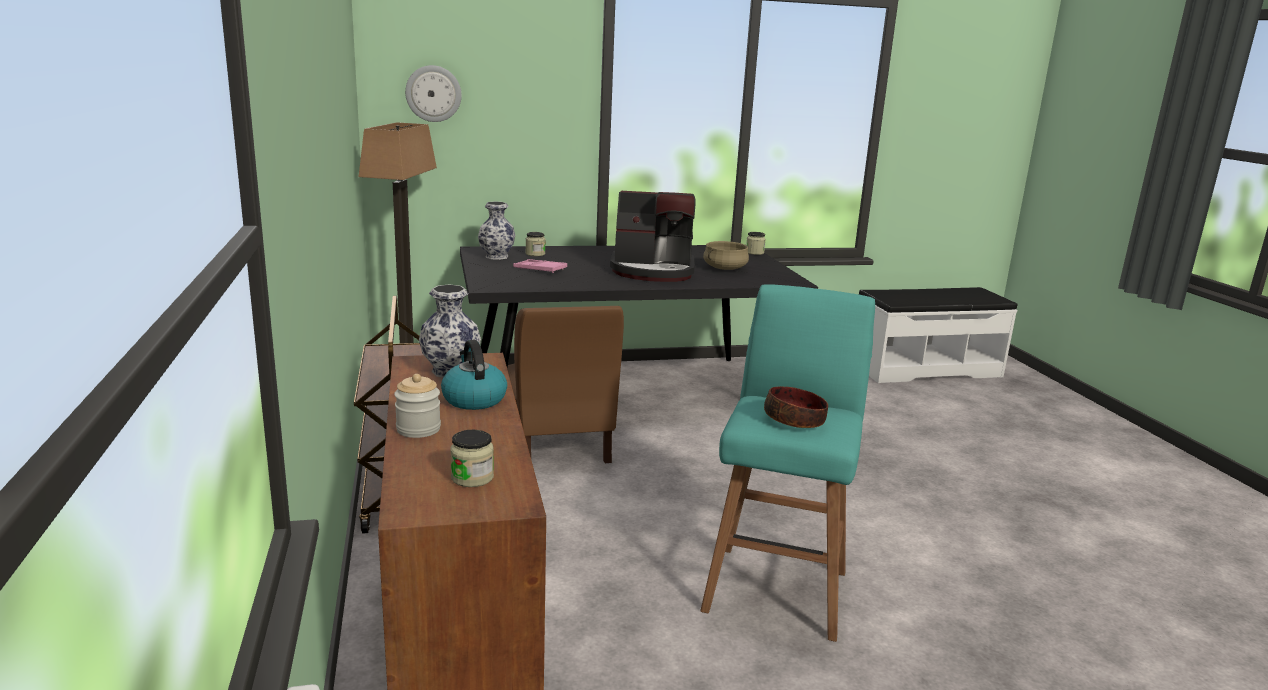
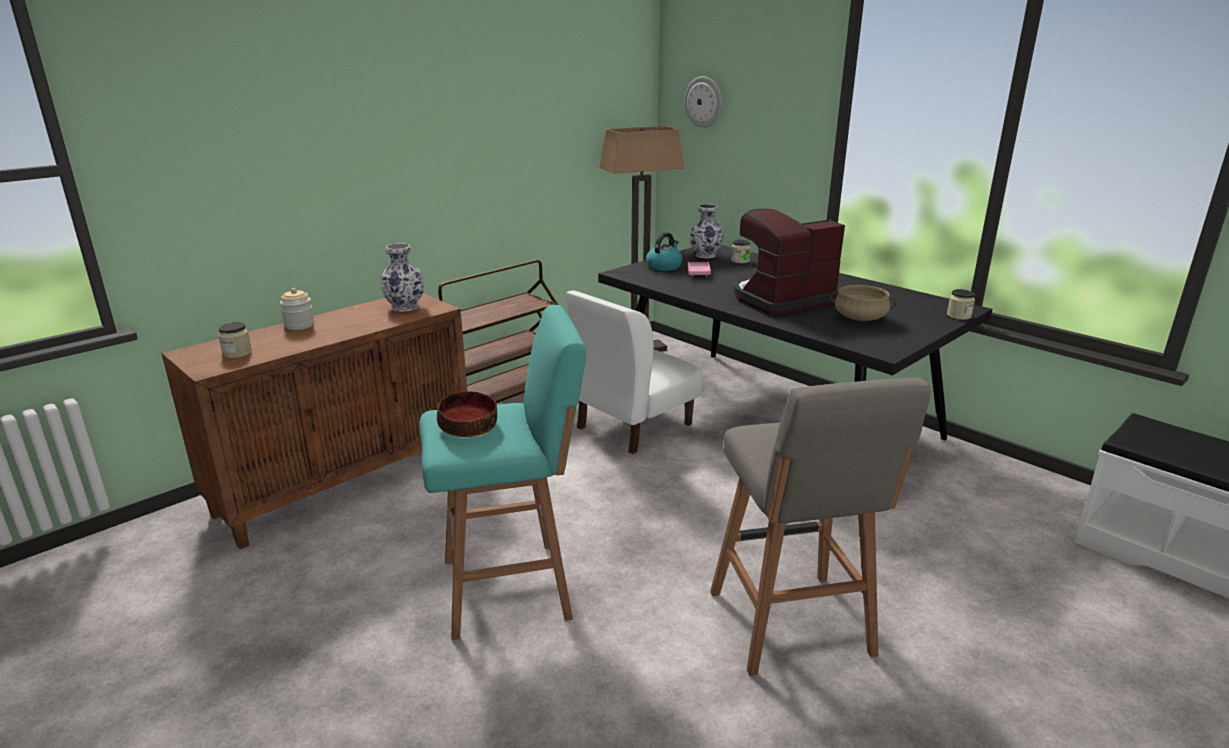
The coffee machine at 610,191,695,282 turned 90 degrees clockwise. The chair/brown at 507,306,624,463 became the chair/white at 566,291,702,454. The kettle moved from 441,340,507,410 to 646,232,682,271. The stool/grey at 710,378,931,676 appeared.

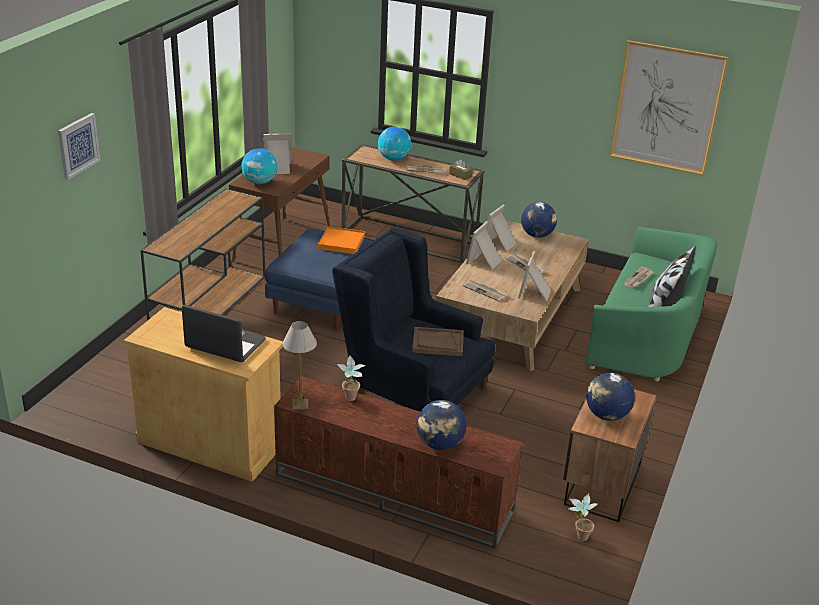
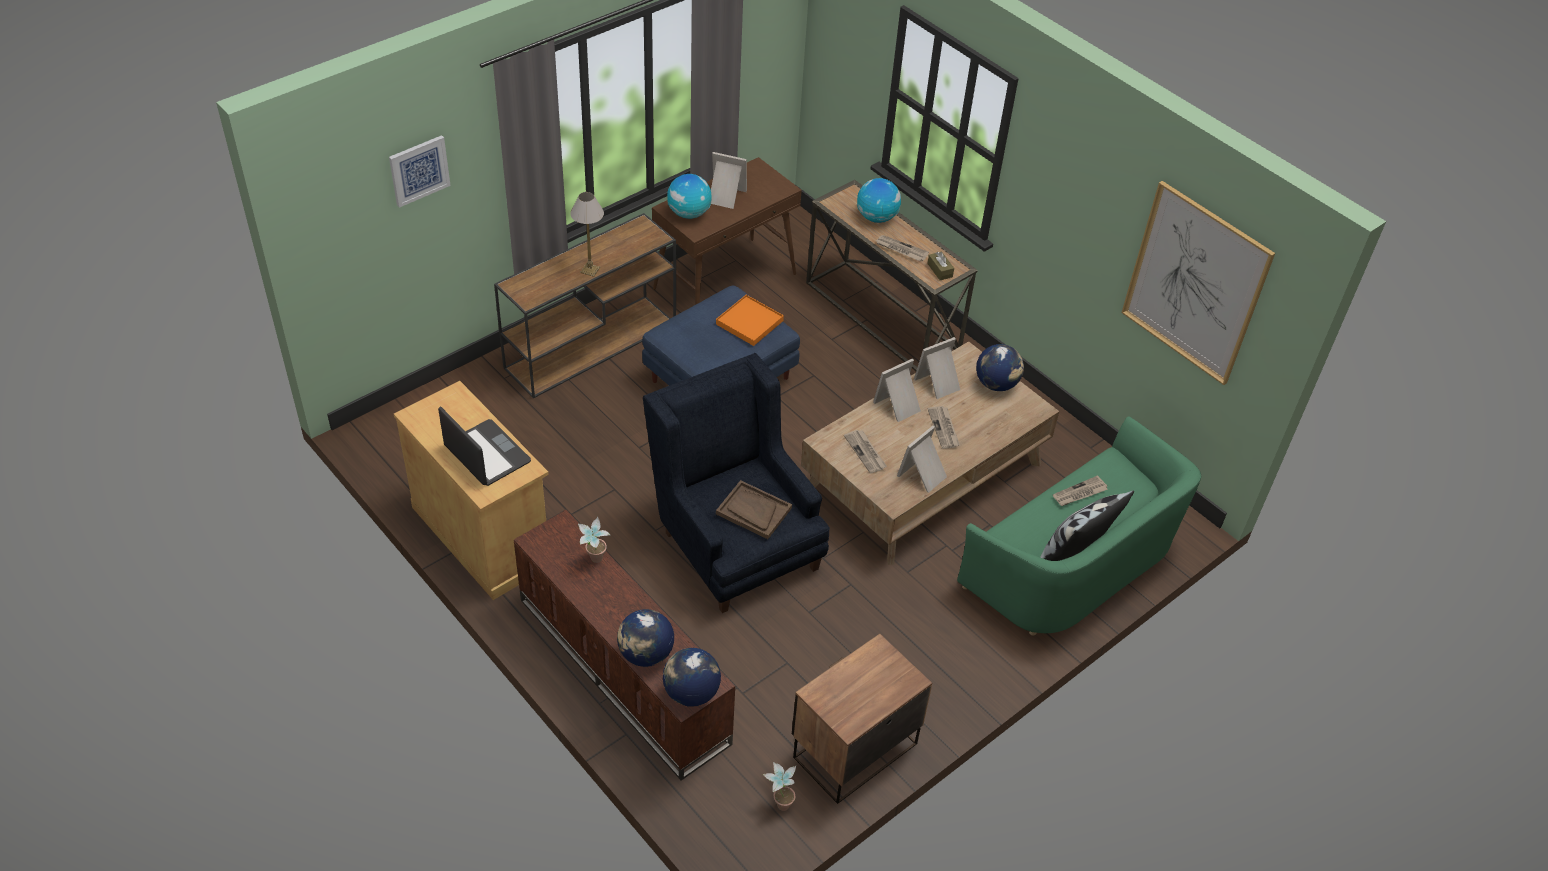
The table lamp moved from 282,321,317,410 to 570,192,604,277. The globe moved from 586,373,635,421 to 663,648,721,707.

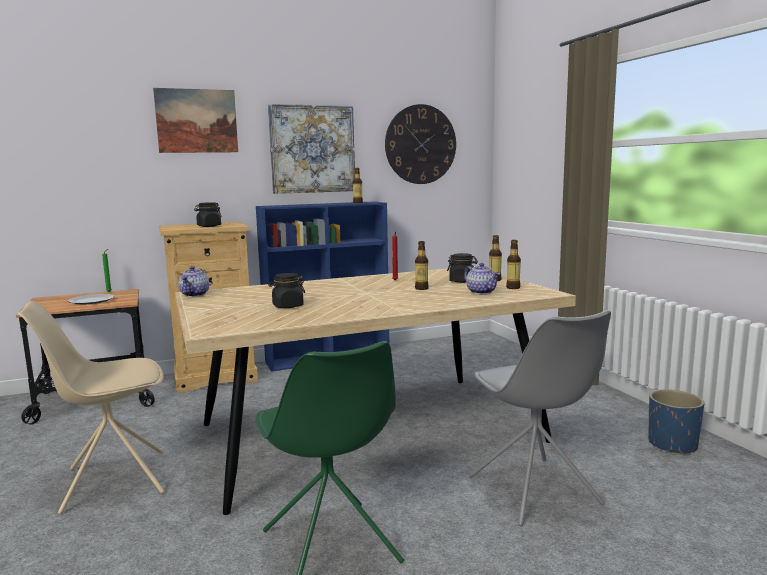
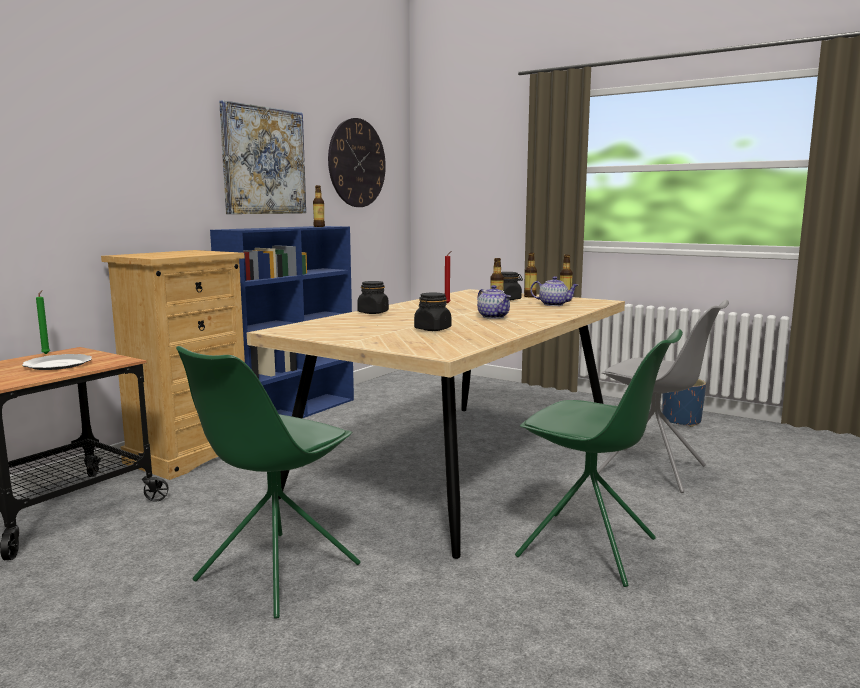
The picture at 153,88,238,153 disappeared. The jar/black moved from 194,202,221,227 to 357,281,389,314. The teapot moved from 178,266,209,297 to 477,285,511,319. The chair/beige at 17,301,165,514 became the chair/green at 176,346,360,619.

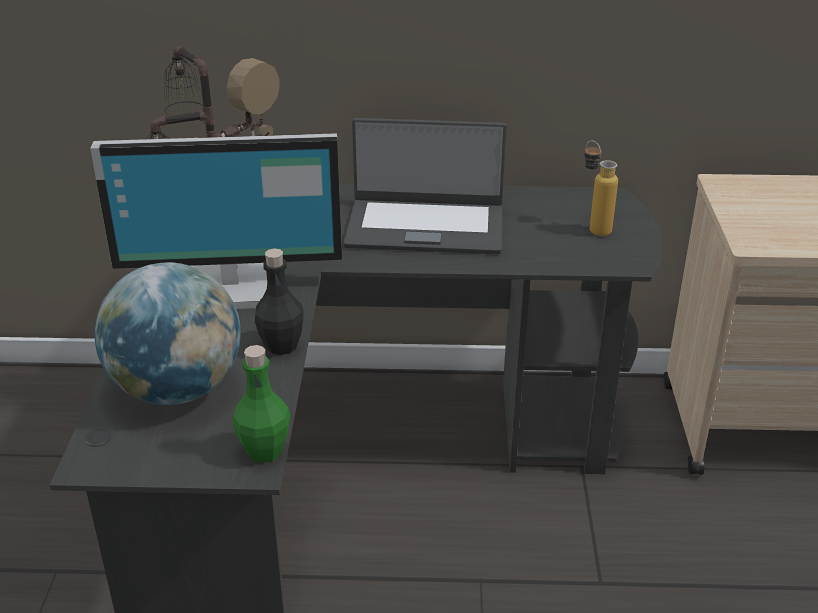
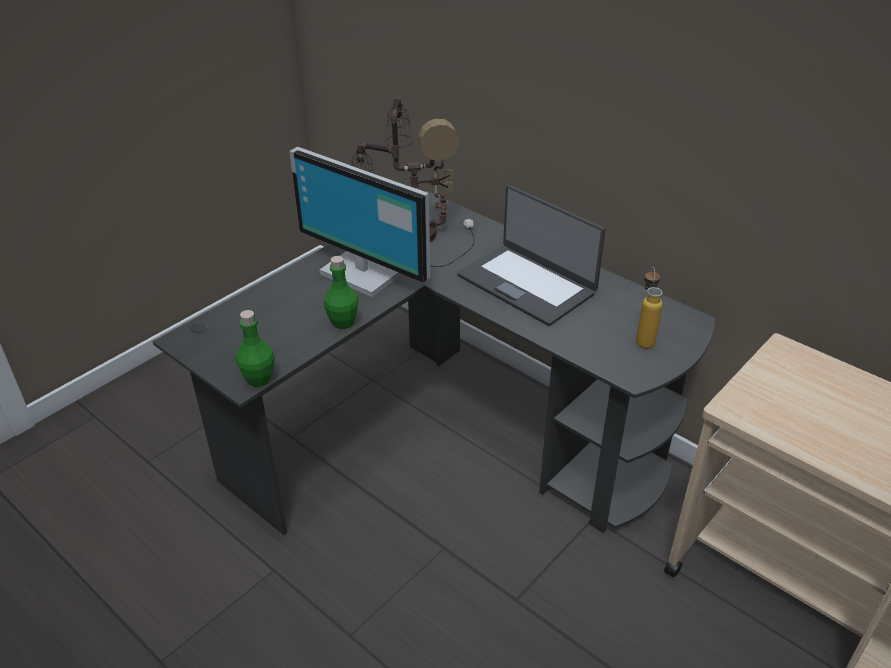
The bottle/black at 255,249,304,355 became the bottle/green at 324,256,359,329. The globe at 94,262,241,405 disappeared.

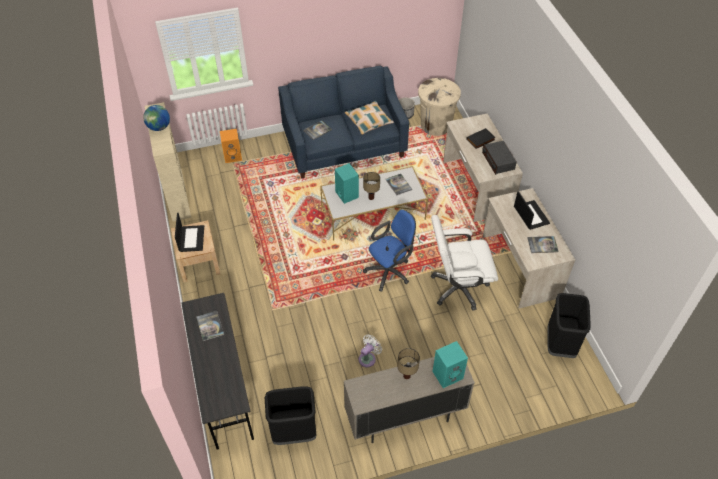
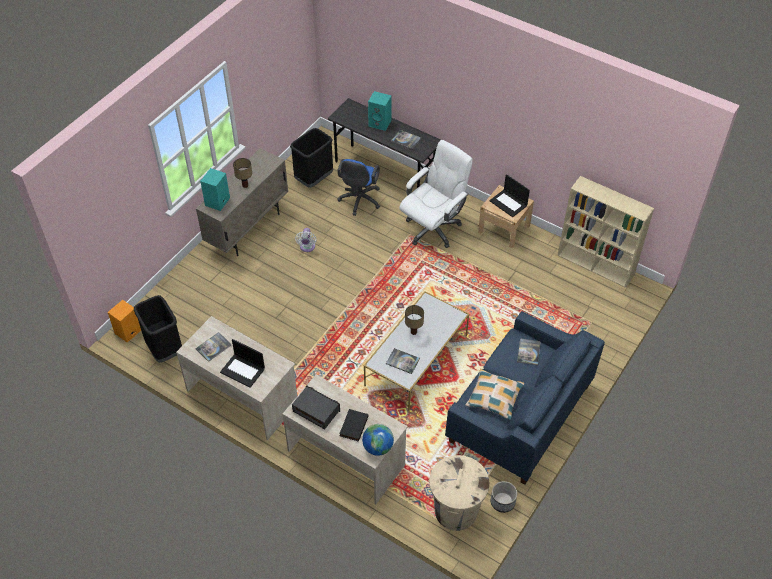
The globe moved from 143,105,170,131 to 362,424,394,456. The speaker/orange moved from 220,129,242,163 to 108,300,141,343. The speaker/turquoise moved from 335,163,359,204 to 368,91,392,131. The office chair/blue moved from 363,209,416,292 to 338,159,380,216. The office chair/white moved from 431,215,498,311 to 399,140,473,248.

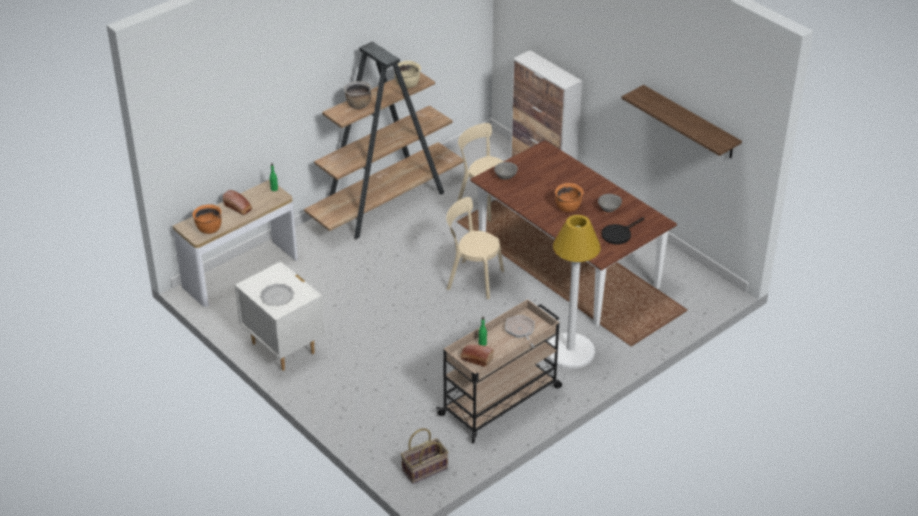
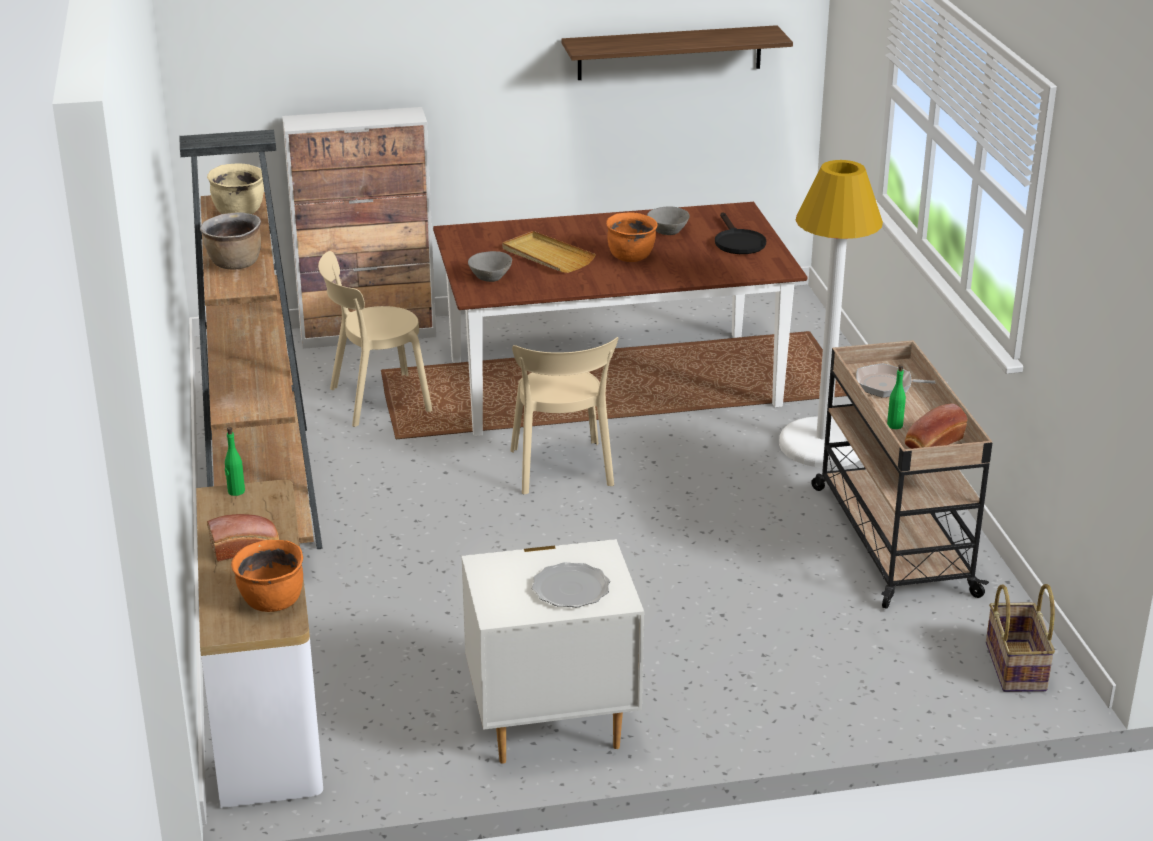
The chair/beige at 446,197,504,299 turned 60 degrees counterclockwise. The tray/beige at 502,231,596,273 appeared.

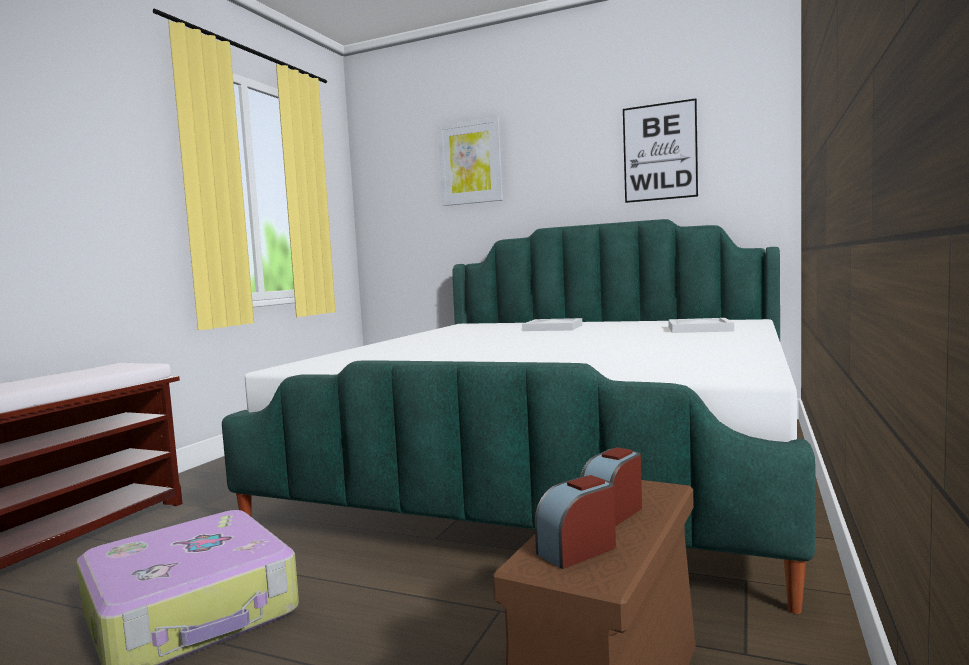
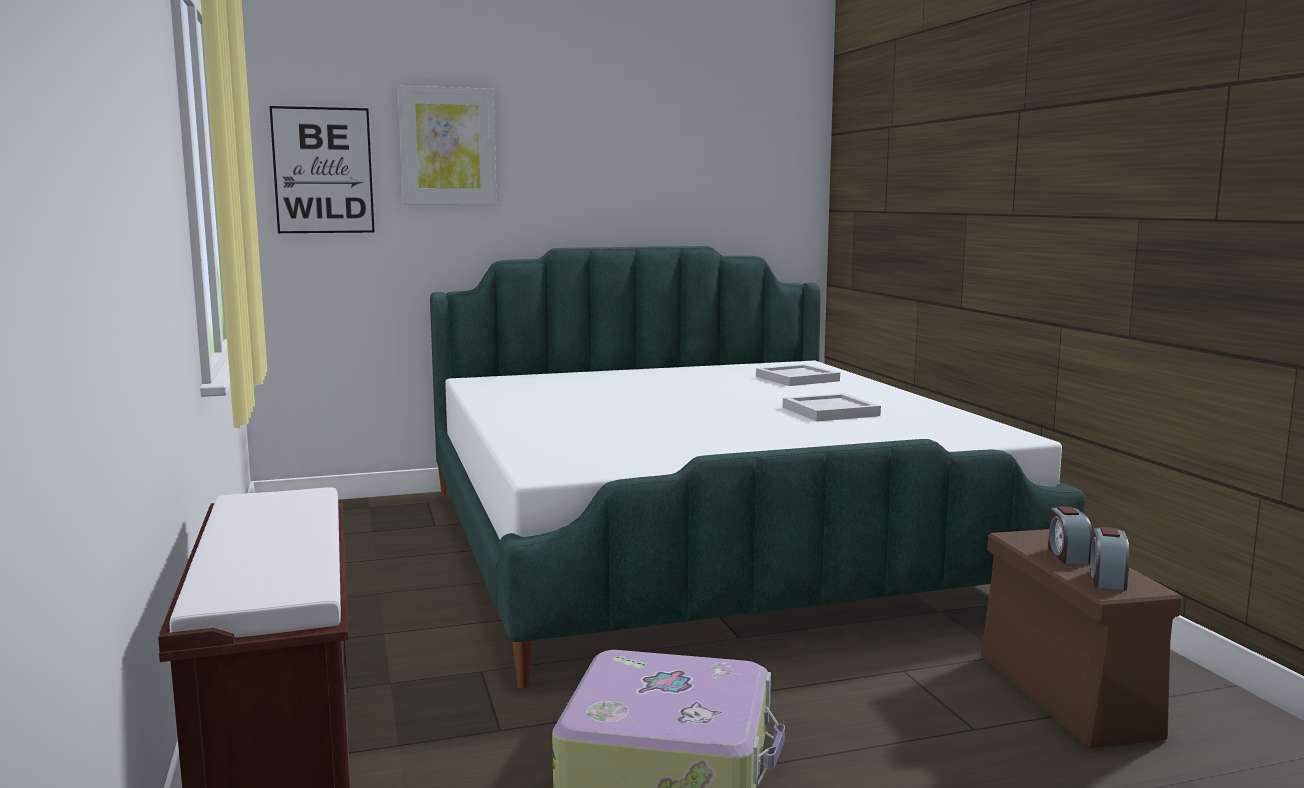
The picture moved from 623,98,698,203 to 269,106,375,233. The tray/white moved from 522,318,583,331 to 783,393,881,421.

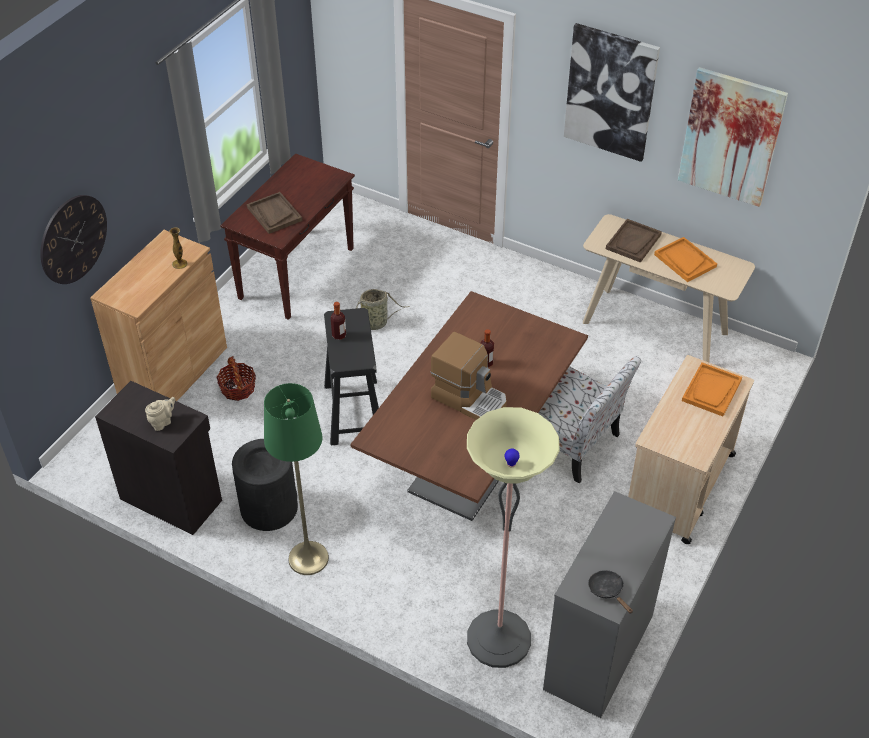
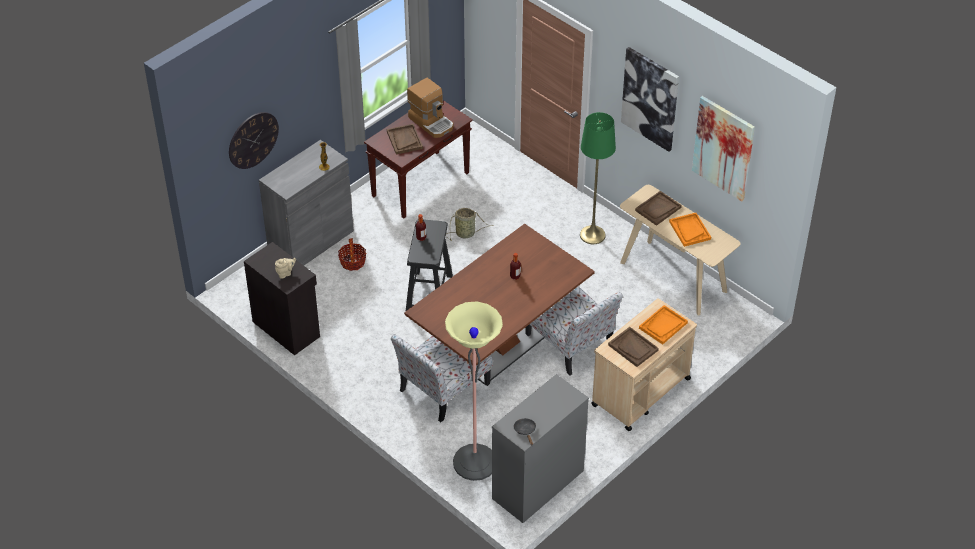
The cabinet/brown at 90,230,227,401 became the cabinet/grey at 259,140,354,265. The coffee machine moved from 431,332,507,420 to 407,78,454,138. The floor lamp/green moved from 264,383,329,575 to 580,112,616,244. The trash can/black at 232,439,298,531 disappeared. The tray/brown at 608,327,659,367 appeared. The chair at 391,334,493,422 appeared.

